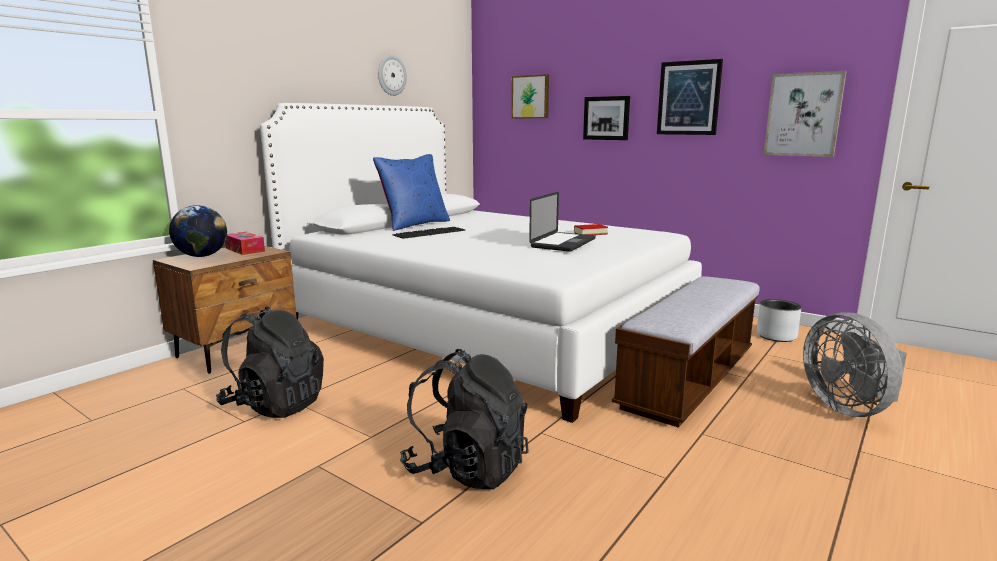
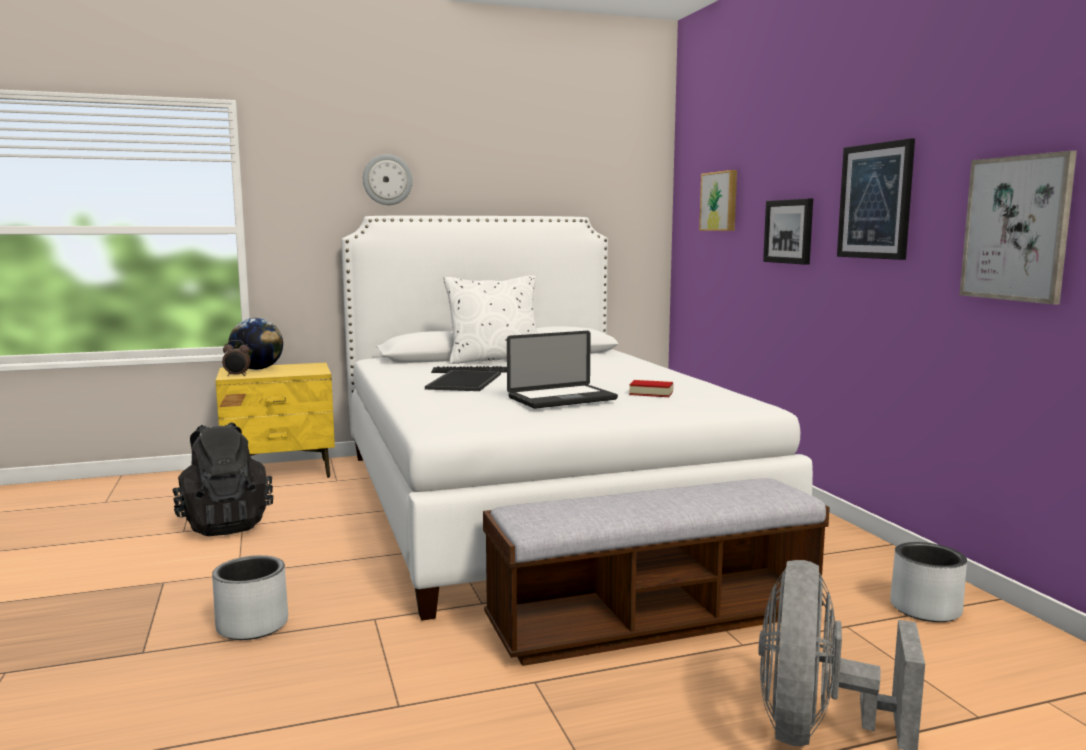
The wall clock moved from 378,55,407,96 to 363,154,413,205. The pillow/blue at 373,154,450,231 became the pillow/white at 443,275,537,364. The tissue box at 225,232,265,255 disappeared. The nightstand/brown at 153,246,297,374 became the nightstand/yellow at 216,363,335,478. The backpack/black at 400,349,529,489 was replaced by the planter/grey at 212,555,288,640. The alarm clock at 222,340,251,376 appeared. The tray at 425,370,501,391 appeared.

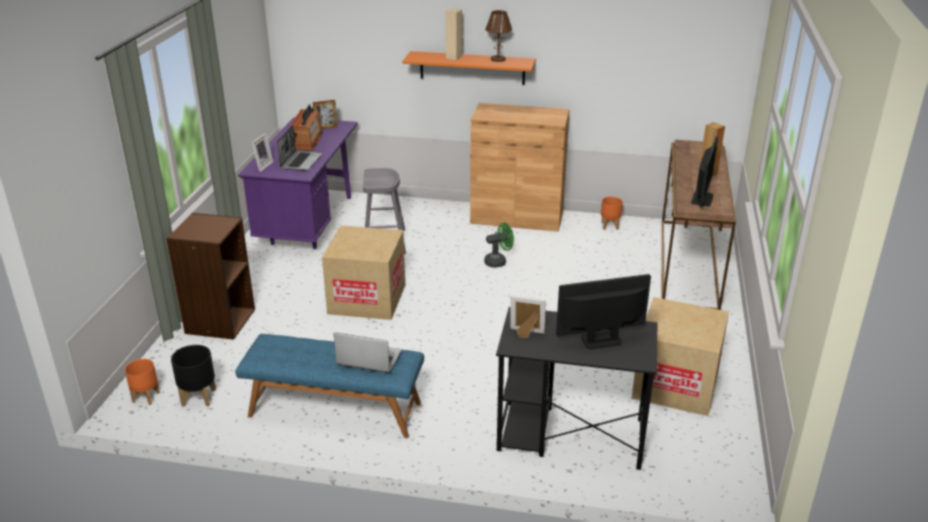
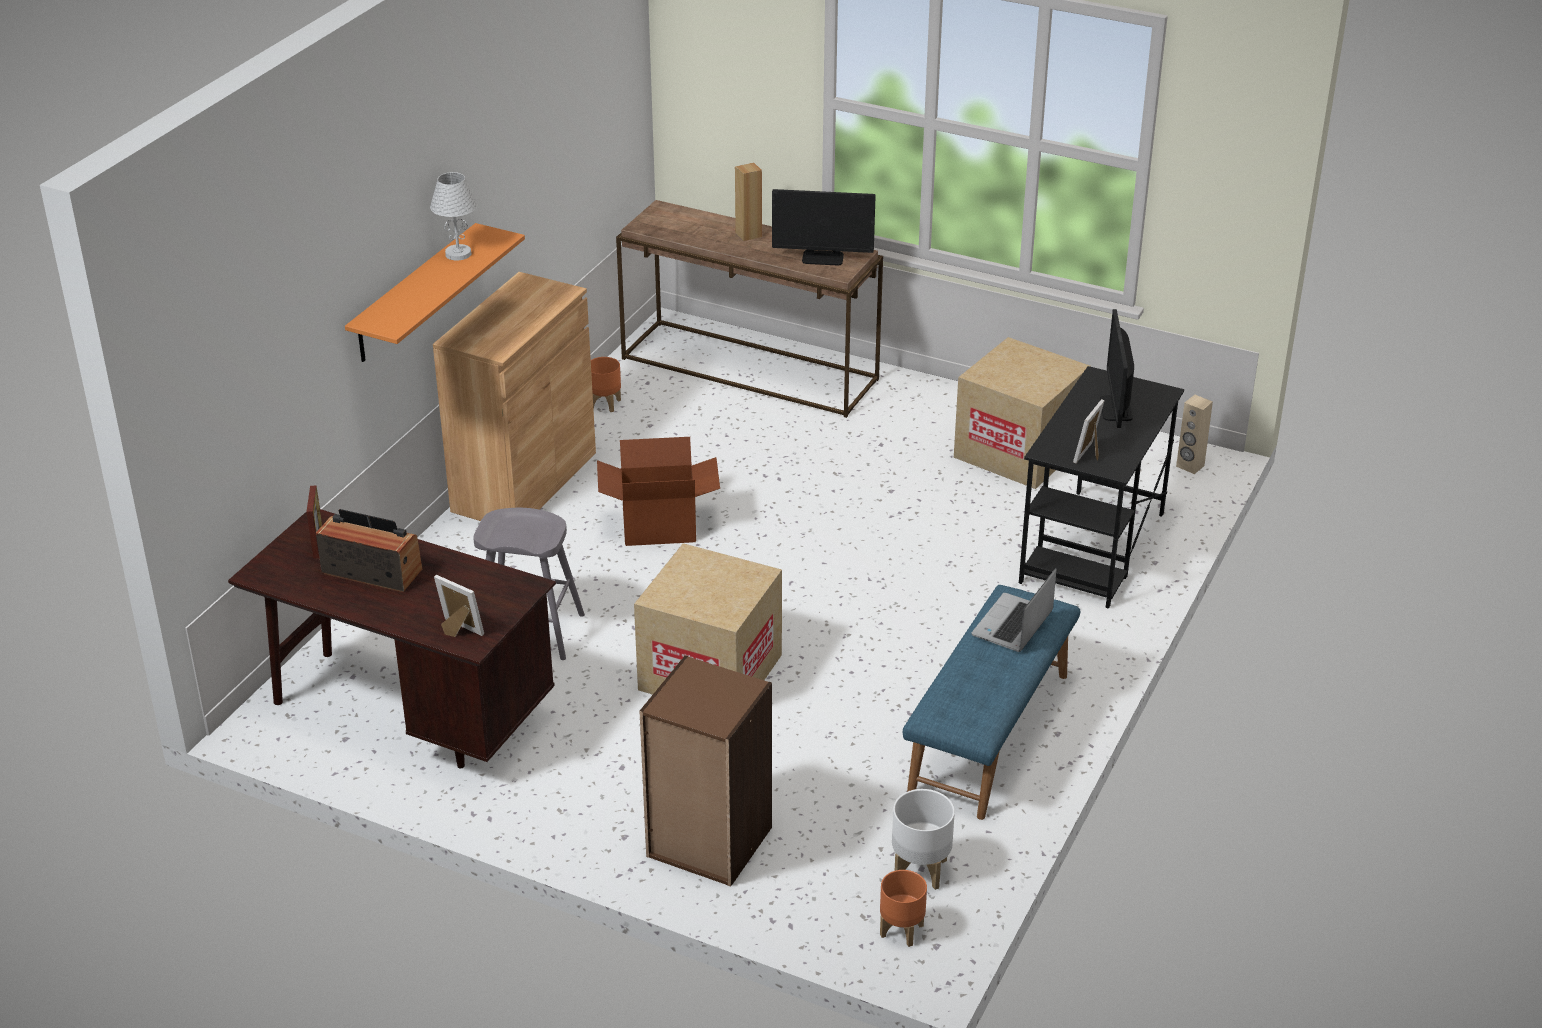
The speaker/beige moved from 445,8,462,60 to 1176,395,1213,474. The table lamp/brown at 485,10,512,62 became the table lamp/white at 430,172,478,261. The desk/purple at 238,117,358,249 became the desk/brown at 228,509,556,768. The laptop at 277,125,322,171 disappeared. The monitor at 691,136,718,207 turned 150 degrees clockwise. The fan/green at 484,222,514,268 was replaced by the cardboard box at 597,437,720,546. The planter/black at 171,345,216,407 became the planter/white at 892,789,955,890.

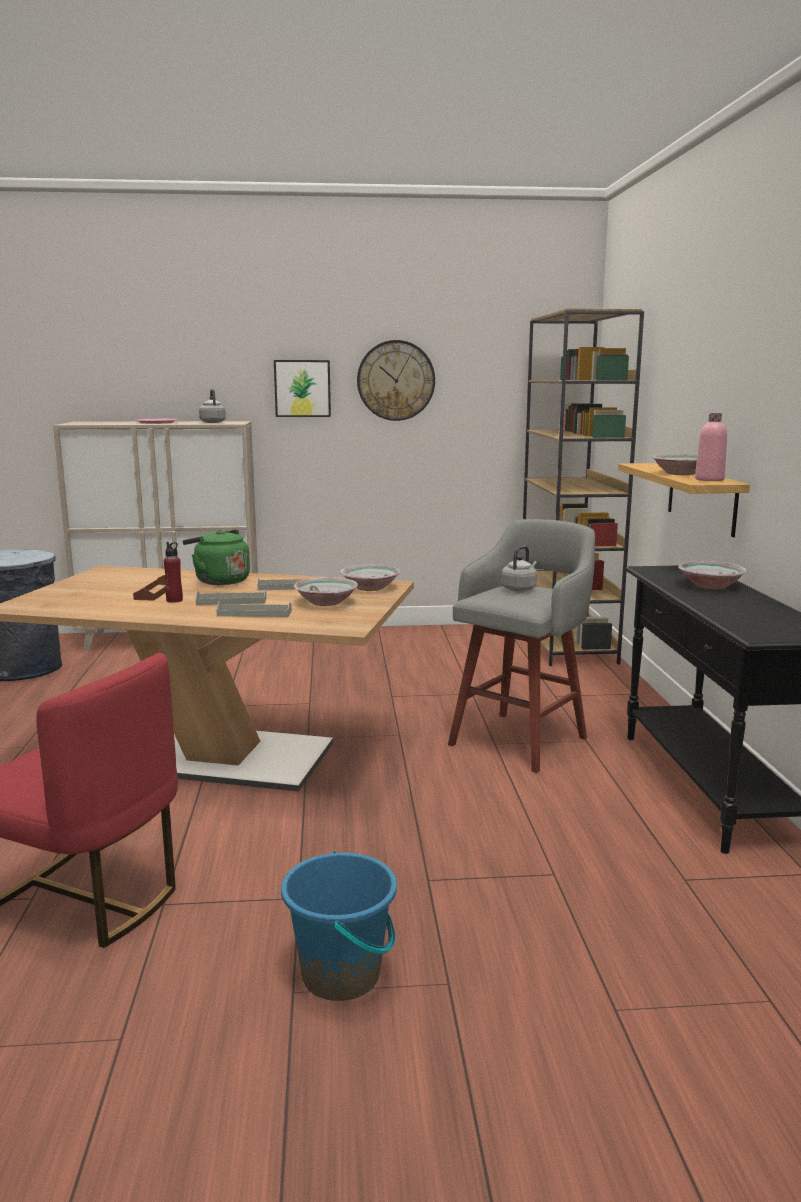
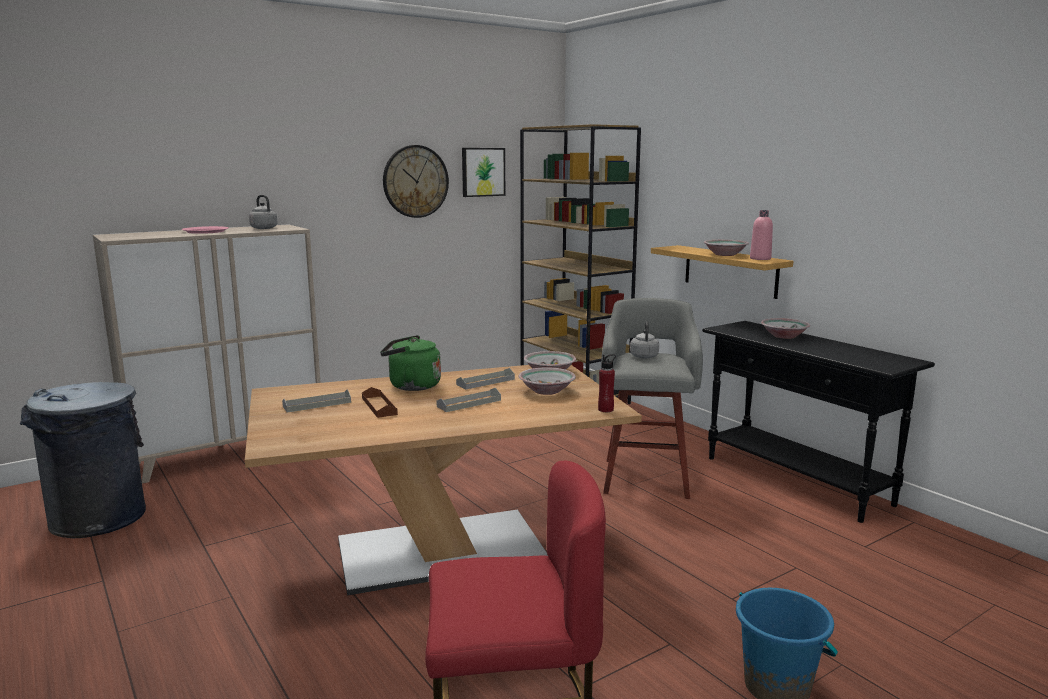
The picture moved from 274,360,331,417 to 462,148,505,197. The bottle/red moved from 164,542,183,603 to 598,354,616,412. The tray/grey moved from 216,601,292,617 to 282,389,351,413.

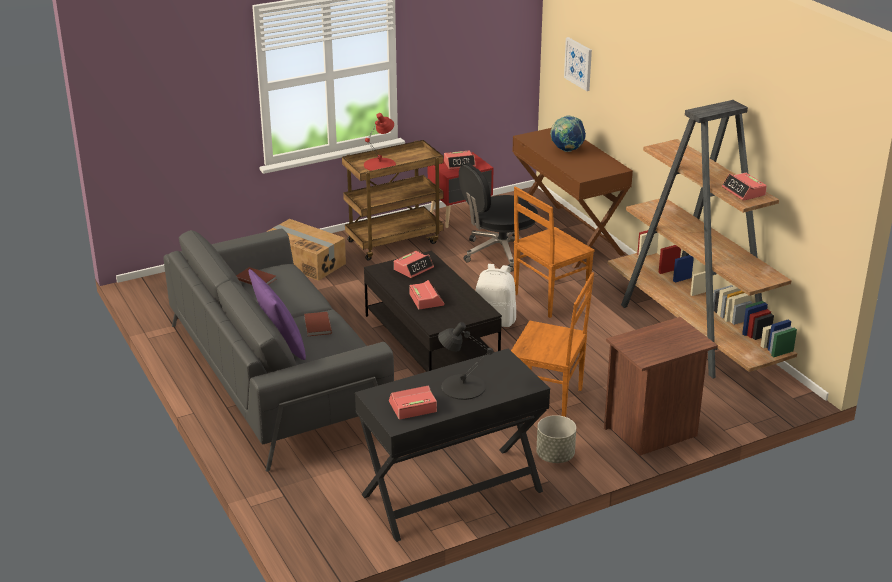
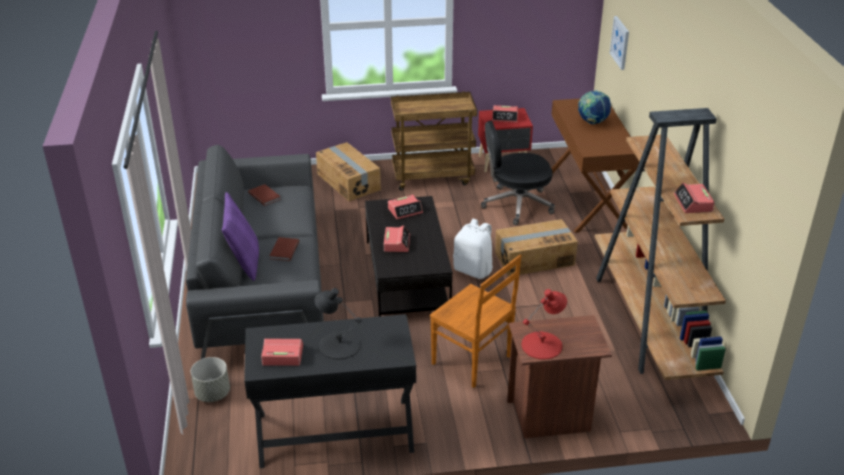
The table lamp/red moved from 364,113,396,171 to 521,289,567,359. The chair/brown at 514,186,595,318 was replaced by the cardboard box at 495,219,578,277. The planter/grey moved from 536,415,576,463 to 191,357,230,402.

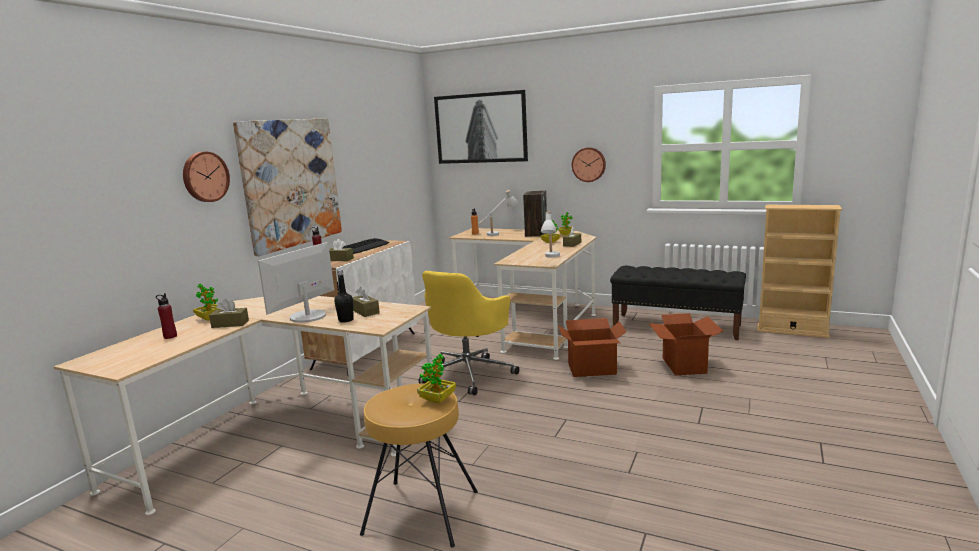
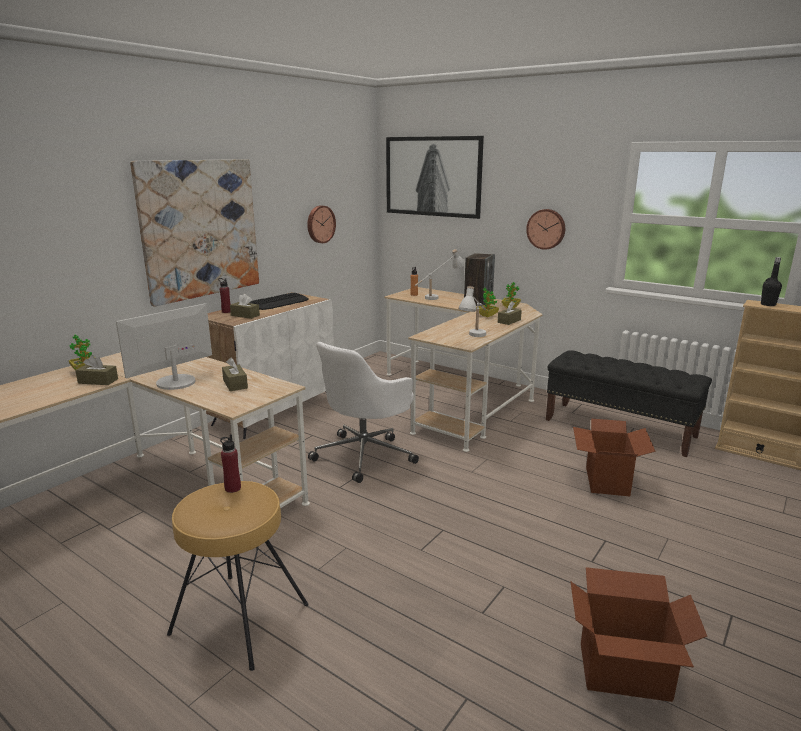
The wall clock moved from 183,152,230,202 to 307,205,336,243. The bottle/black moved from 334,269,354,323 to 761,257,782,306. The office chair/yellow at 419,271,519,395 became the office chair/white at 308,342,419,483. The bottle/red moved from 156,293,177,339 to 220,434,241,493. The cardboard box moved from 558,318,627,377 to 570,567,707,702. The potted plant at 417,354,456,404 disappeared.

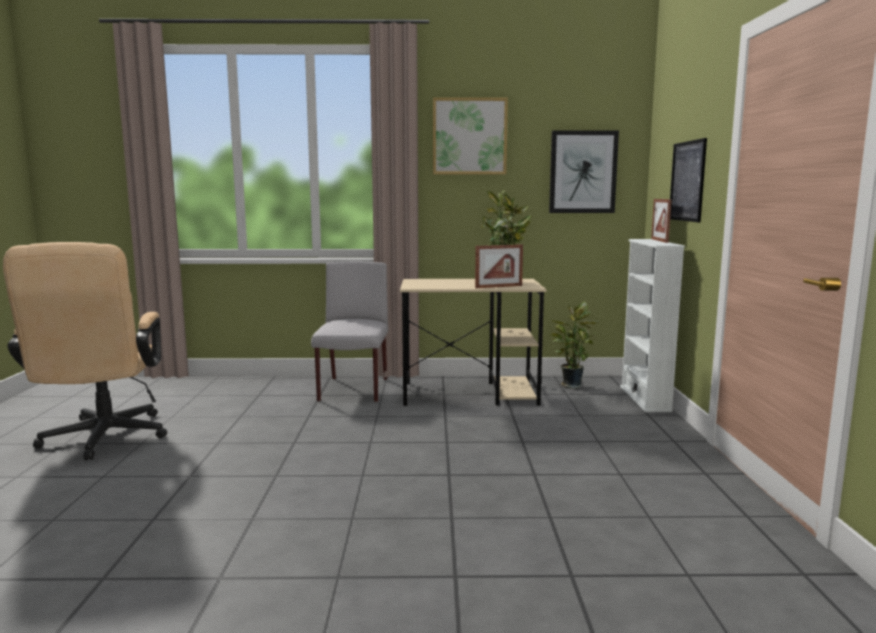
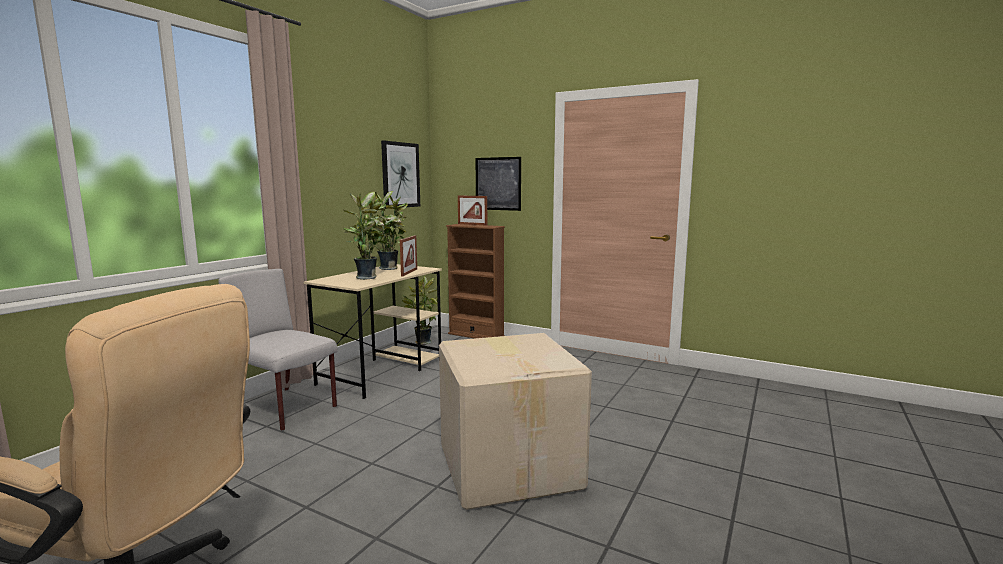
The picture at 433,97,508,175 disappeared. The bookcase/white at 620,239,685,412 became the bookcase/brown at 446,224,505,339. The potted plant at 343,192,391,280 appeared. The cardboard box at 439,333,592,510 appeared.

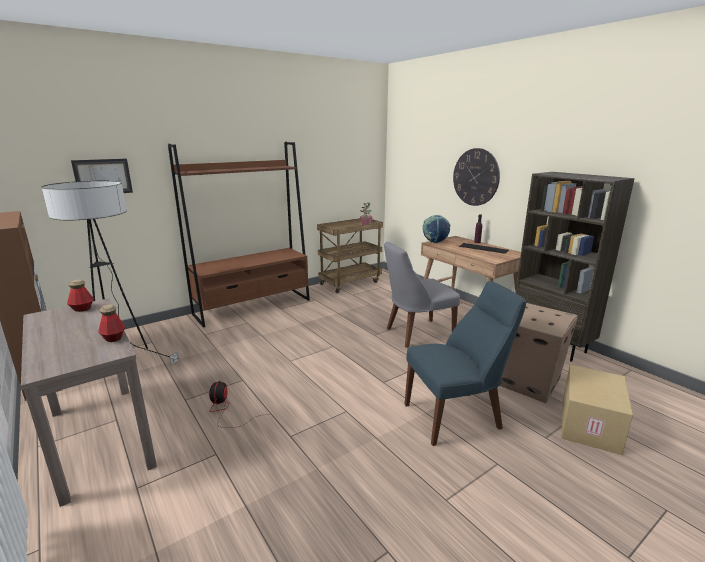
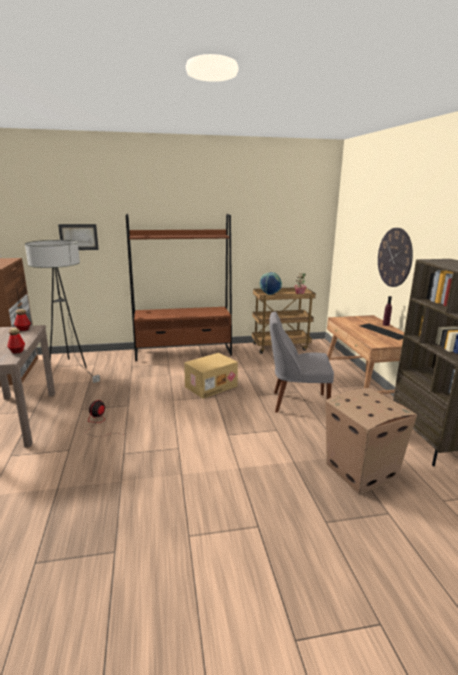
The globe moved from 423,215,451,243 to 259,272,282,295. The chair/blue at 405,281,526,446 disappeared. The cardboard box moved from 561,365,633,455 to 184,353,238,399.

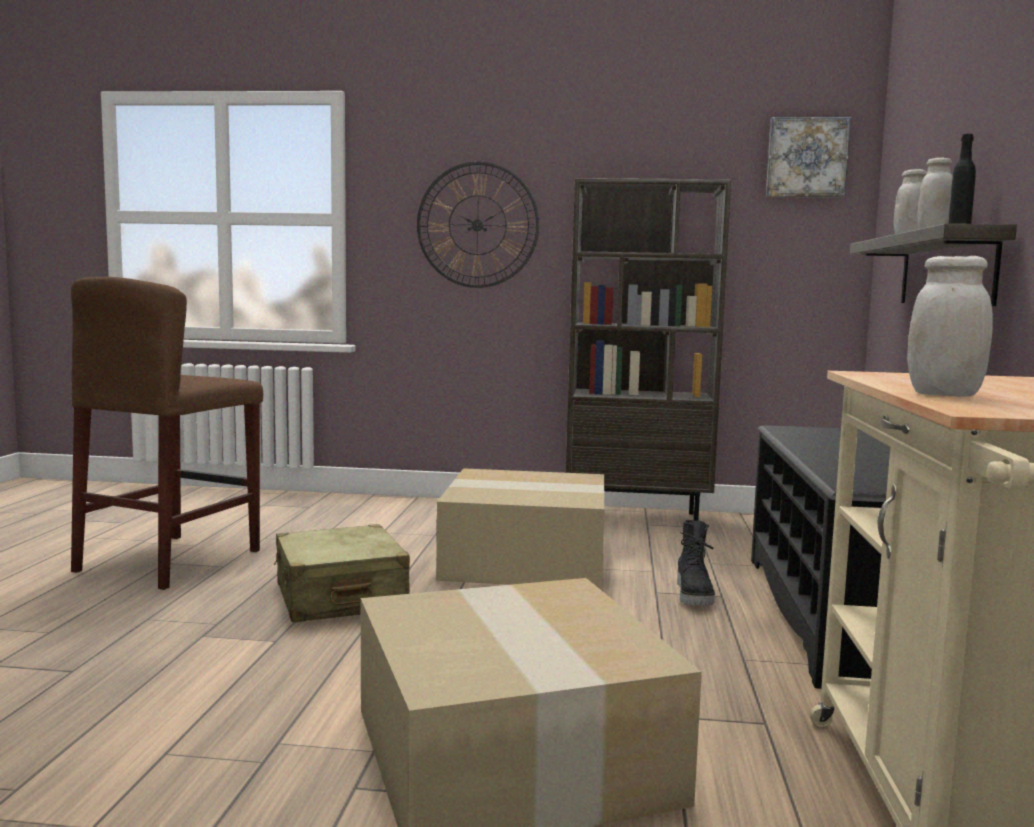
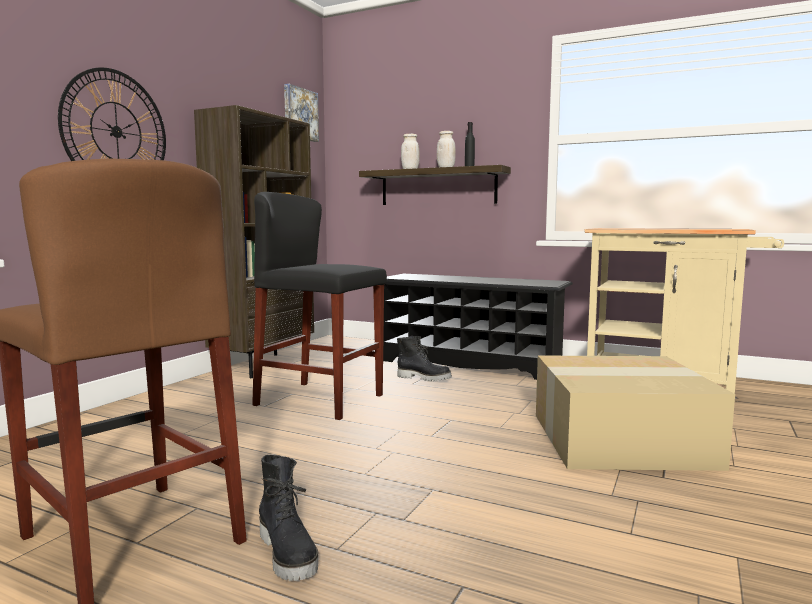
The jar/white at 907,256,993,397 disappeared. The cardboard box at 436,468,605,590 was replaced by the stool/black at 252,192,387,420. The suitcase/beige at 274,524,410,623 disappeared. The boot/black at 259,455,318,581 appeared.

